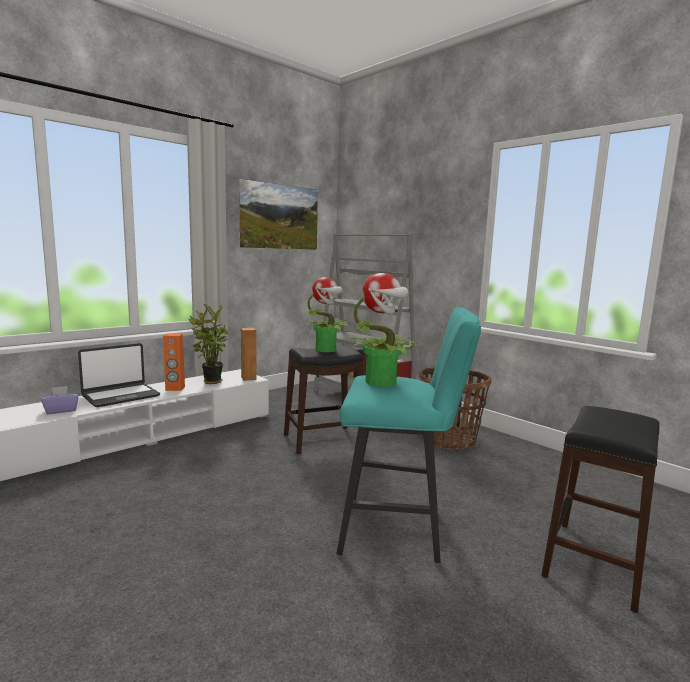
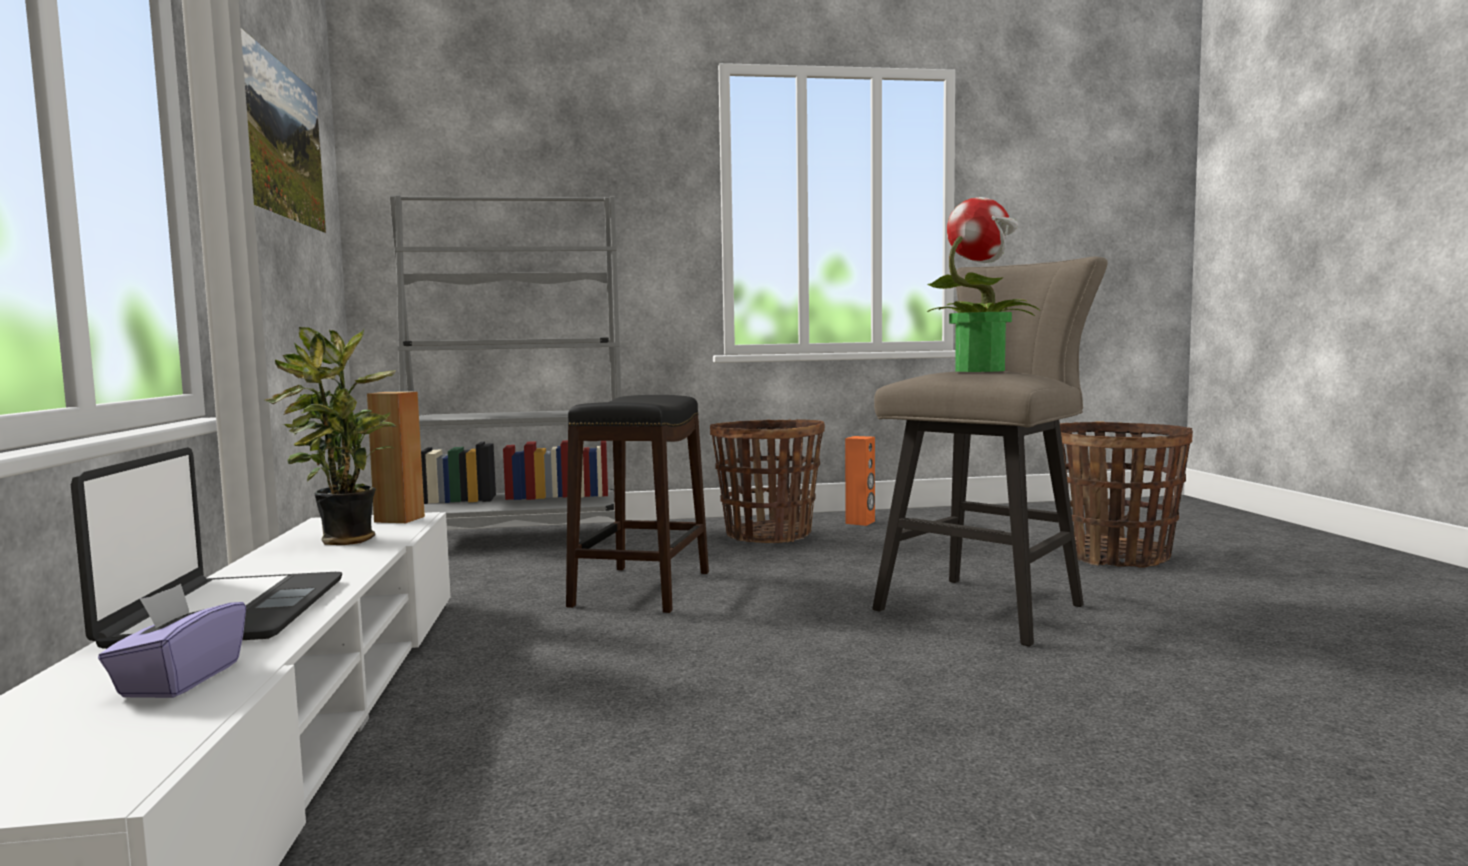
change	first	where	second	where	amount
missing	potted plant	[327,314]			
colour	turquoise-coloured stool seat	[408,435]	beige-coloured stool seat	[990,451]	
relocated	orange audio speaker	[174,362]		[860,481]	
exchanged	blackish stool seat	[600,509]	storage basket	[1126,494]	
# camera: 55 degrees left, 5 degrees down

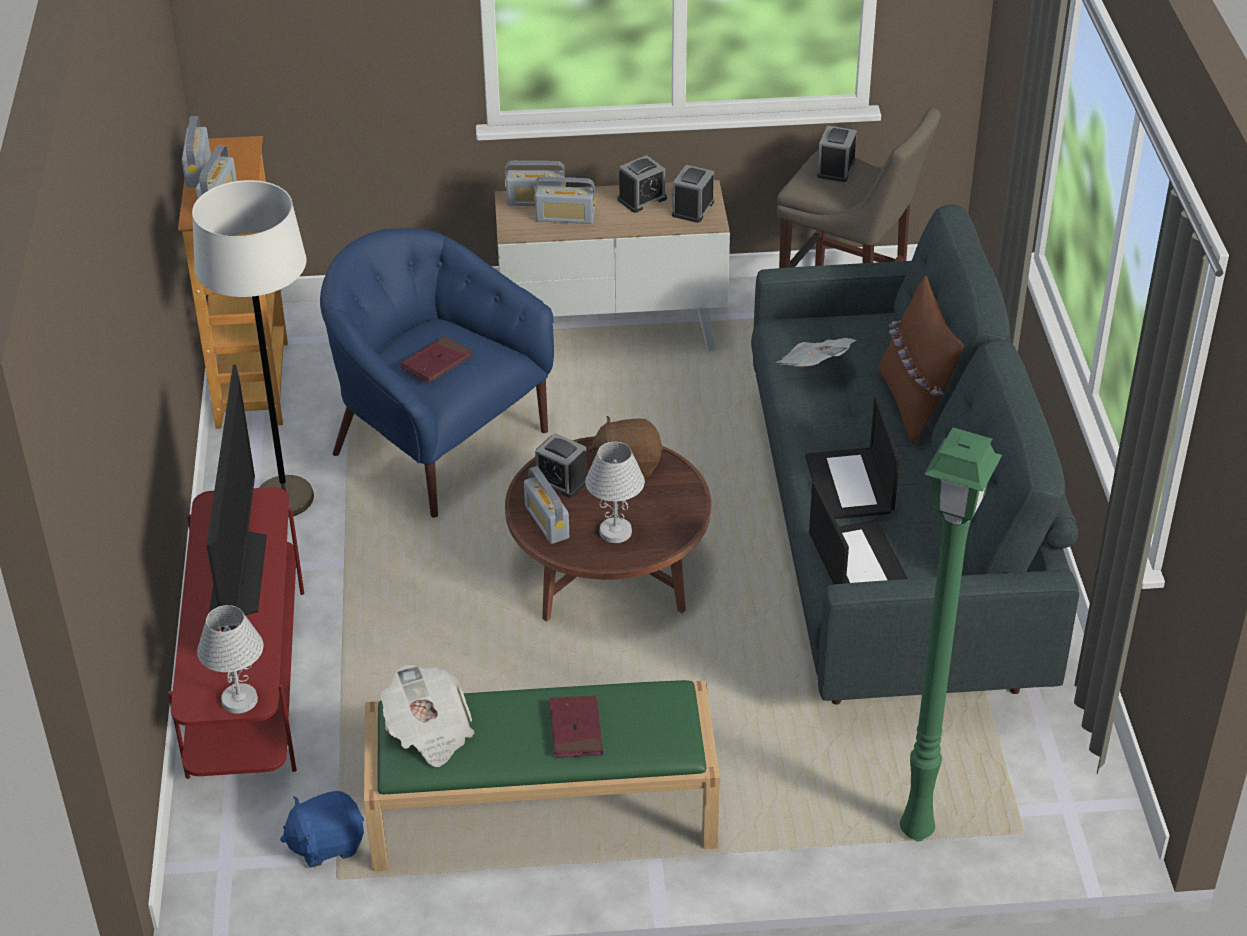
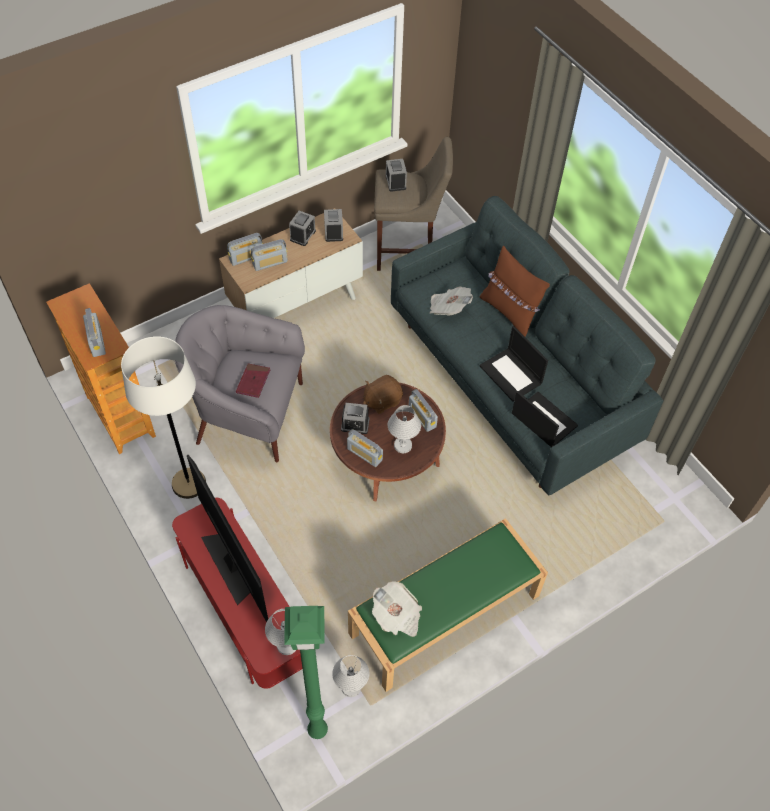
change	first	where	second	where	amount
relocated	radio	[196,151]		[423,410]	
colour	blue-coloured lounge chair	[437,373]	greyish lounge chair	[240,383]	
relocated	green-coloured floor lamp	[951,634]		[306,672]	
missing	reddish volume	[576,726]			
exchanged	blue-coloured cuddly toy	[322,829]	whitish tabletop lamp	[350,676]	
# camera: 30 degrees left, 15 degrees up

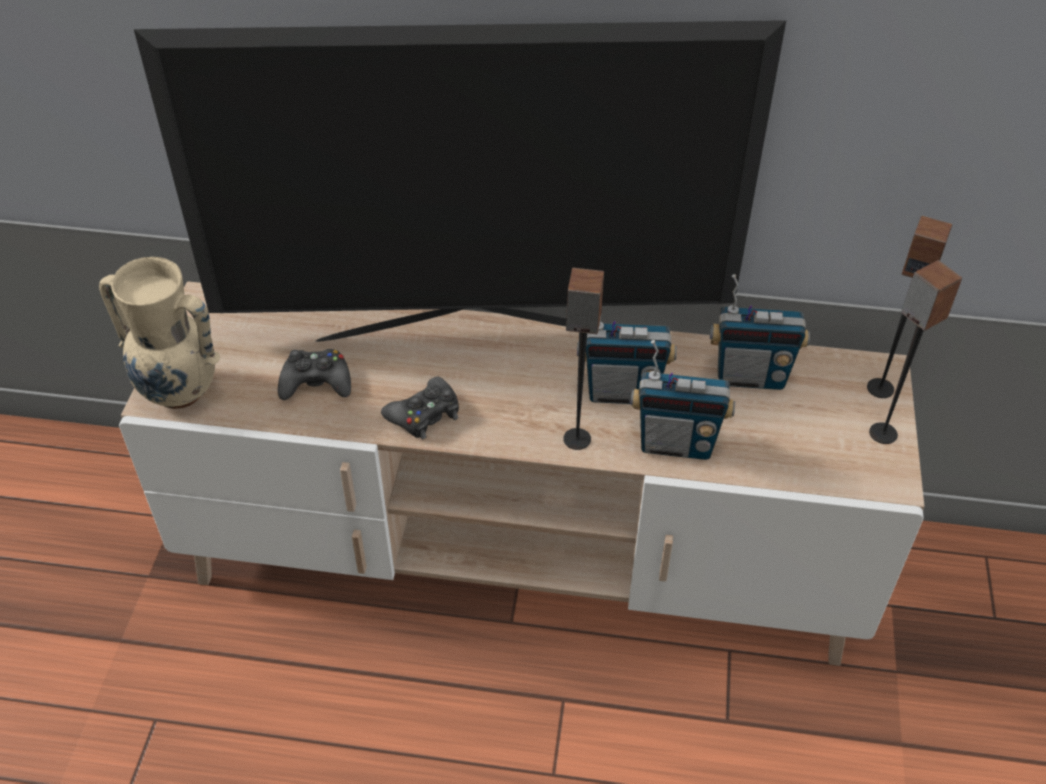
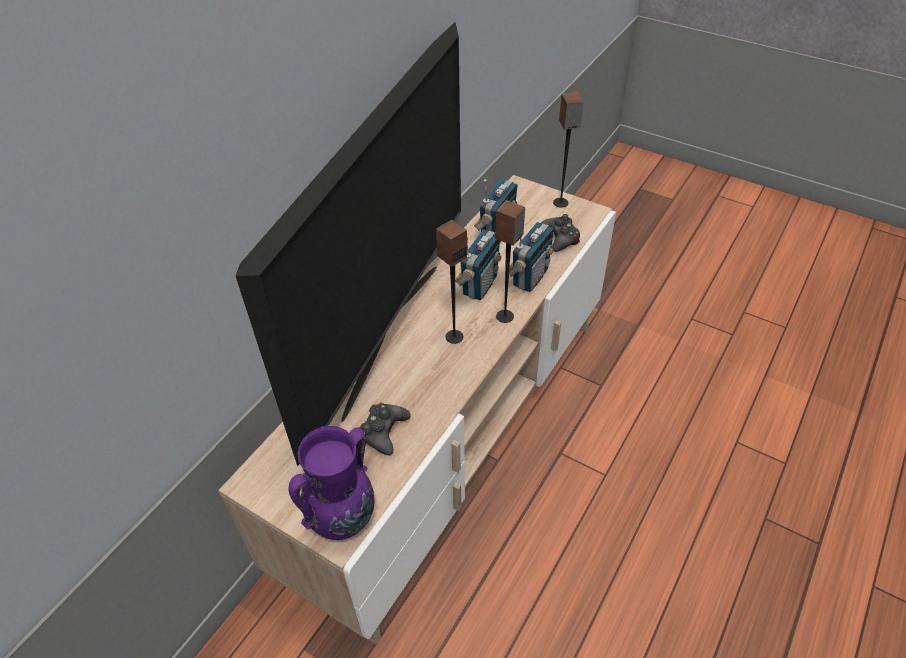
change	first	where	second	where	amount
relocated	audio speaker	[909,306]		[451,282]	
colour	beige-coloured flower vase	[159,333]	purple flower vase	[331,483]	
relocated	blackish game controller	[420,408]		[560,233]	
# camera: 65 degrees left, 0 degrees up

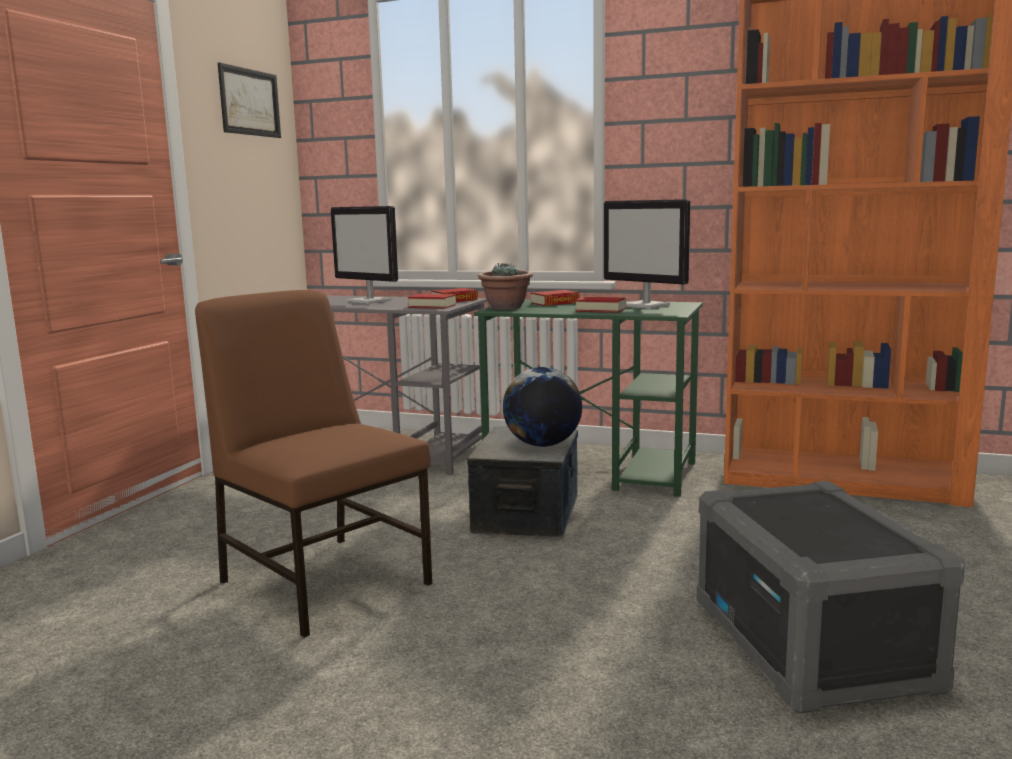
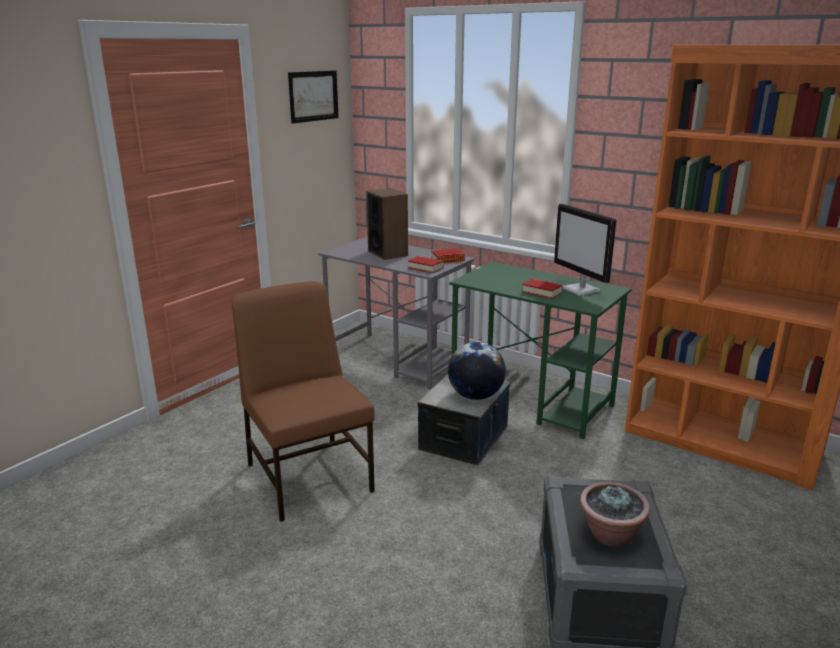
change	first	where	second	where	amount
exchanged	computer screen	[364,255]	audio speaker	[387,224]	
relocated	potted plant	[505,286]		[615,514]	
missing	volume	[555,298]			
# camera: 15 degrees right, 10 degrees up

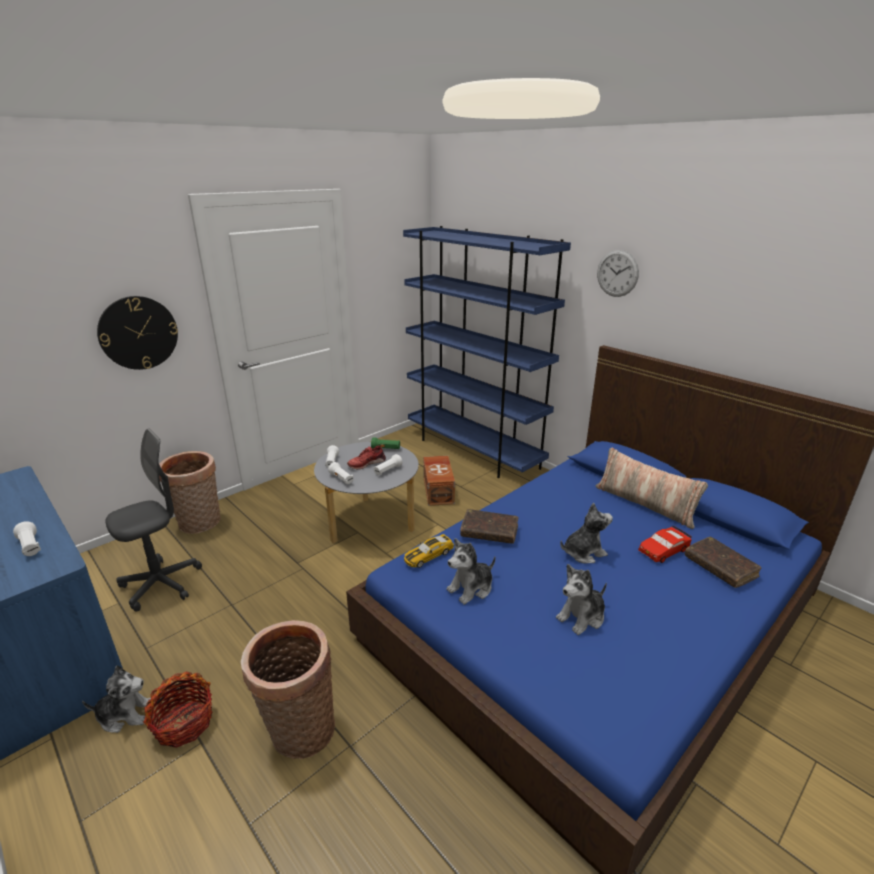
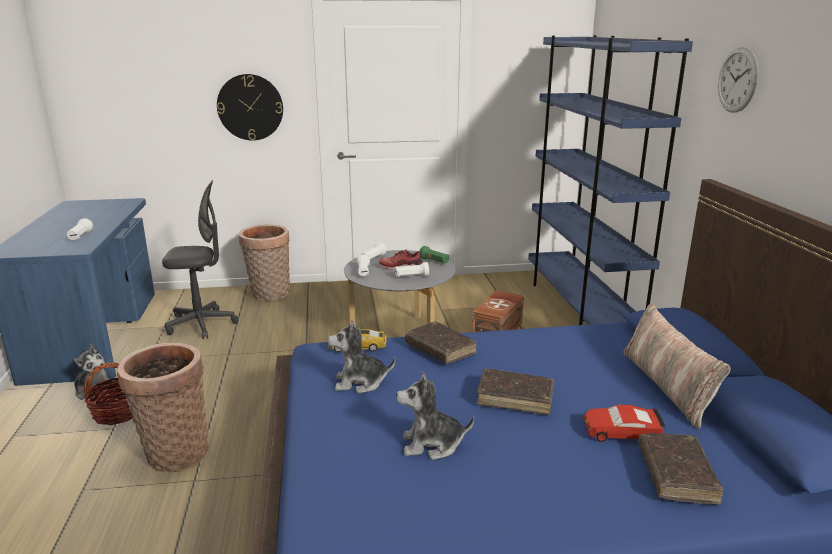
change	first	where	second	where	amount
exchanged	cuddly toy	[586,533]	brown-coloured volume	[515,392]	
# camera: 35 degrees right, 5 degrees down

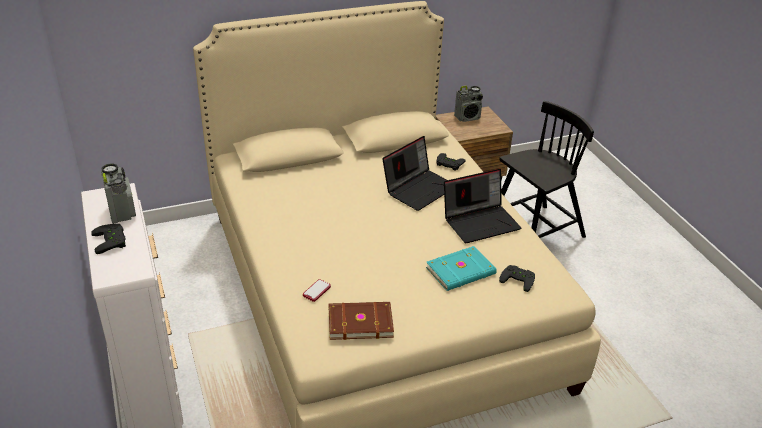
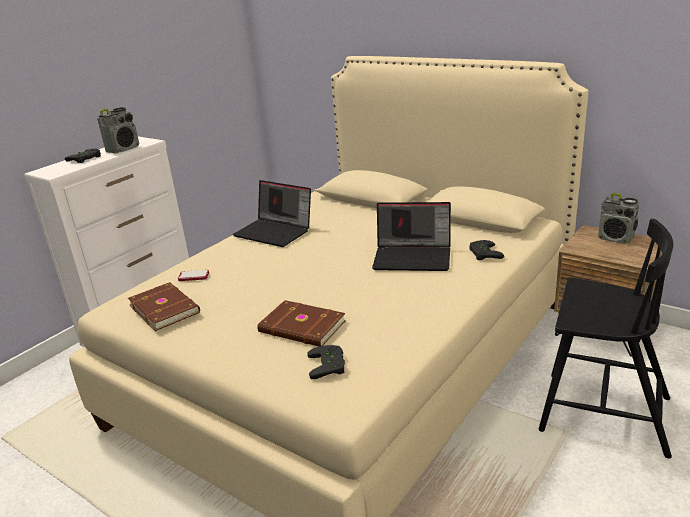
change	first	where	second	where	amount
relocated	notebook computer	[482,206]		[272,213]	
colour	turquoise-coloured volume	[461,268]	brown-coloured volume	[301,323]	
# camera: 60 degrees right, 10 degrees down

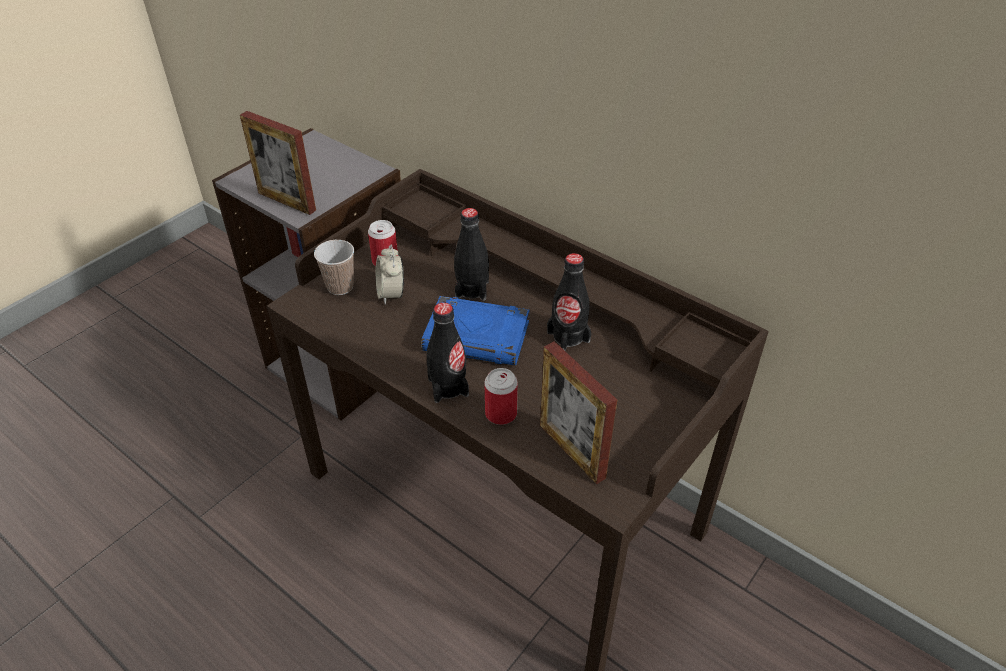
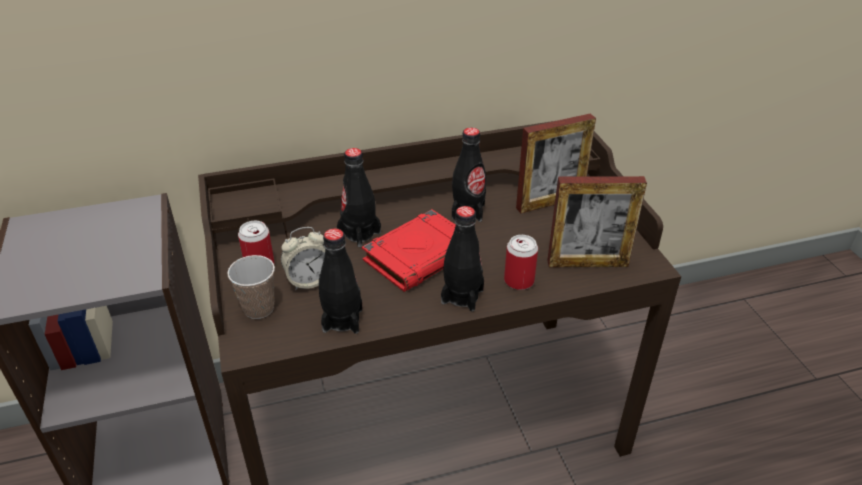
change	first	where	second	where	amount
relocated	photo frame	[278,163]		[556,163]	
spun	table clock	[390,275]		[303,259]	45 degrees counterclockwise
colour	blue-coloured volume	[475,331]	reddish volume	[409,250]	
appeared			blackish bottle	[341,281]	
# camera: 55 degrees left, 5 degrees down

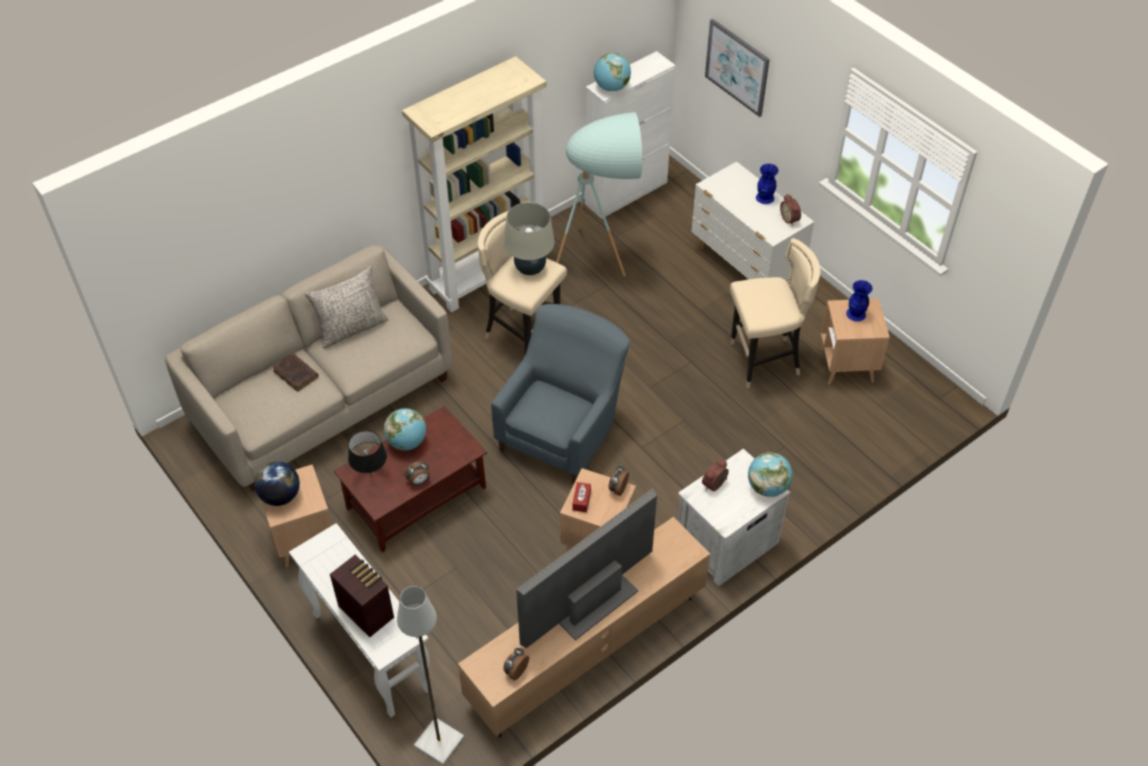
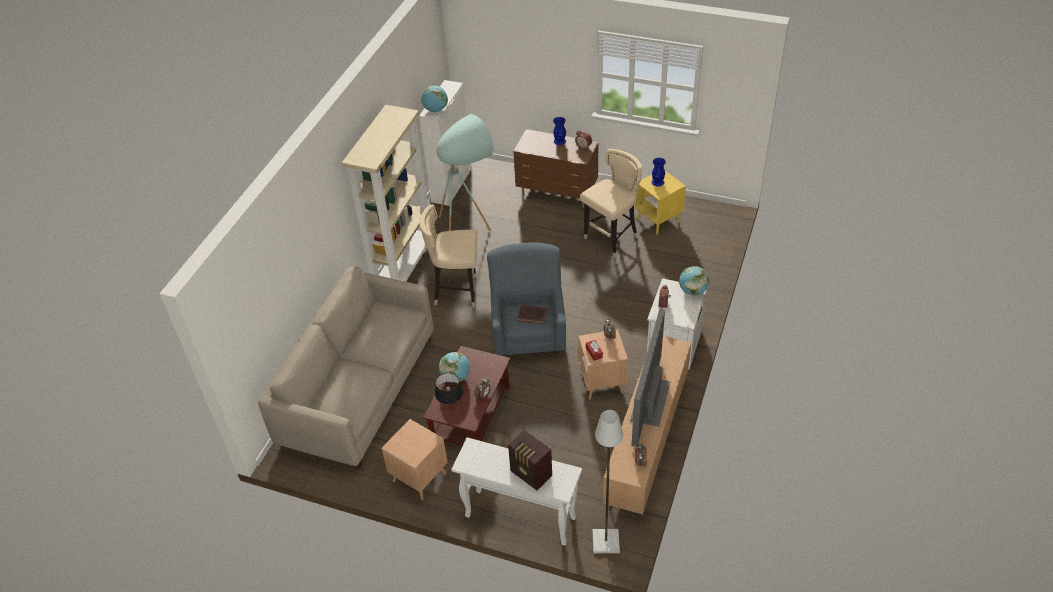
change	first	where	second	where	amount
missing	wall art	[737,68]			
colour	whitish drawer chest	[752,221]	brown-coloured drawer chest	[556,168]	
missing	beige-coloured tabletop lamp	[529,238]			
missing	greyish pillow	[347,307]			
colour	brown-coloured end table	[855,341]	yellow-coloured end table	[660,202]	
relocated	brown-coloured volume	[295,372]		[533,314]	
missing	desk globe	[277,484]			
spun	radio	[362,596]		[530,460]	150 degrees counterclockwise
# camera: 30 degrees left, 5 degrees down

